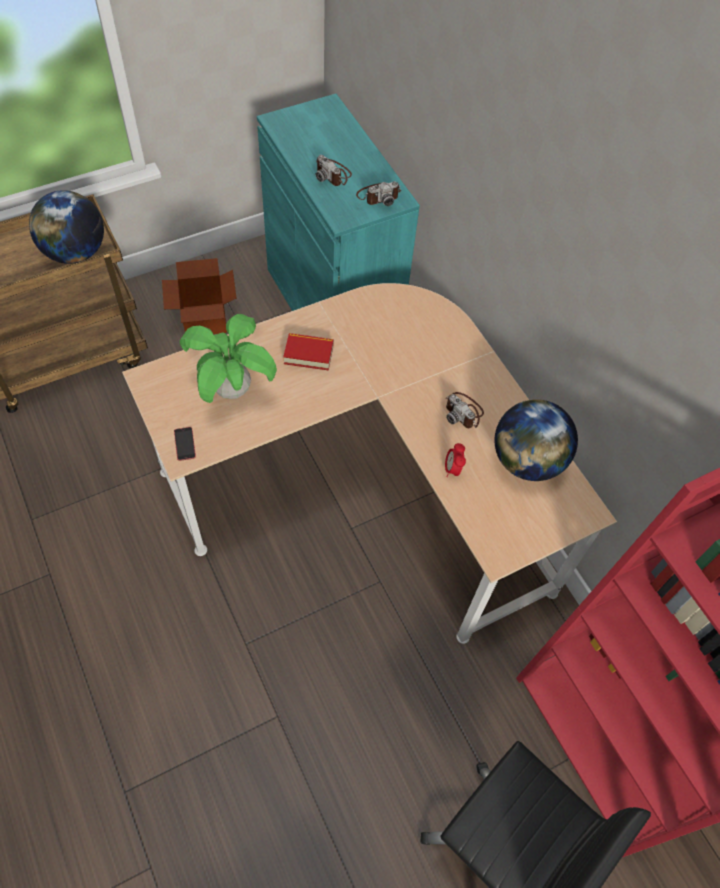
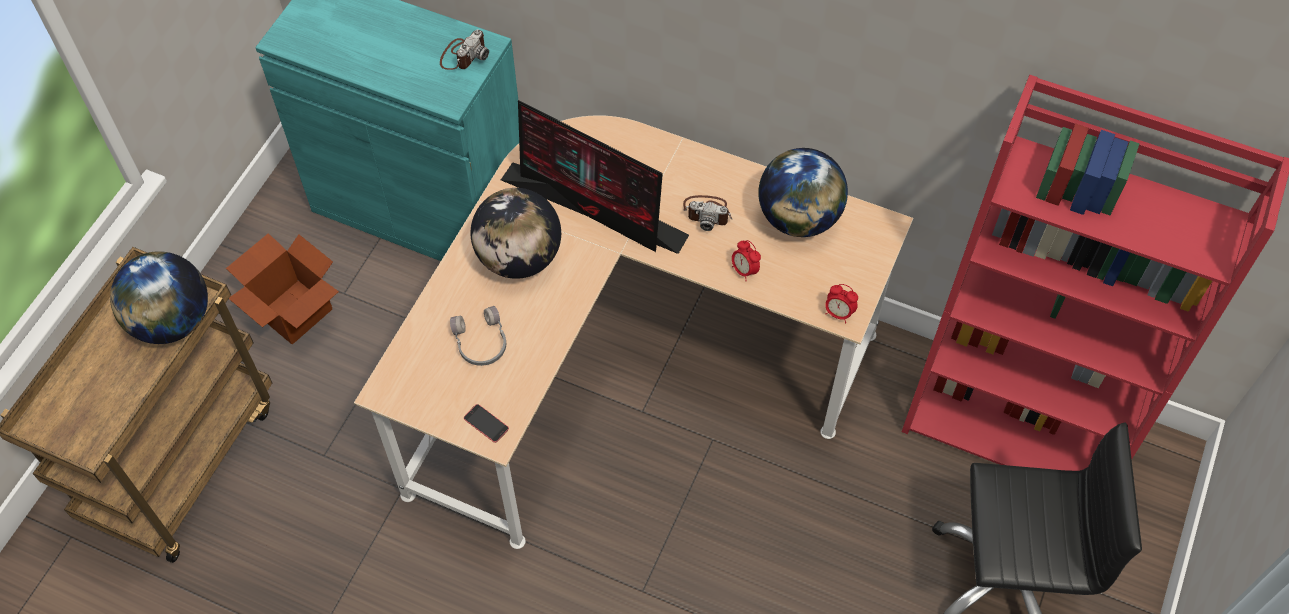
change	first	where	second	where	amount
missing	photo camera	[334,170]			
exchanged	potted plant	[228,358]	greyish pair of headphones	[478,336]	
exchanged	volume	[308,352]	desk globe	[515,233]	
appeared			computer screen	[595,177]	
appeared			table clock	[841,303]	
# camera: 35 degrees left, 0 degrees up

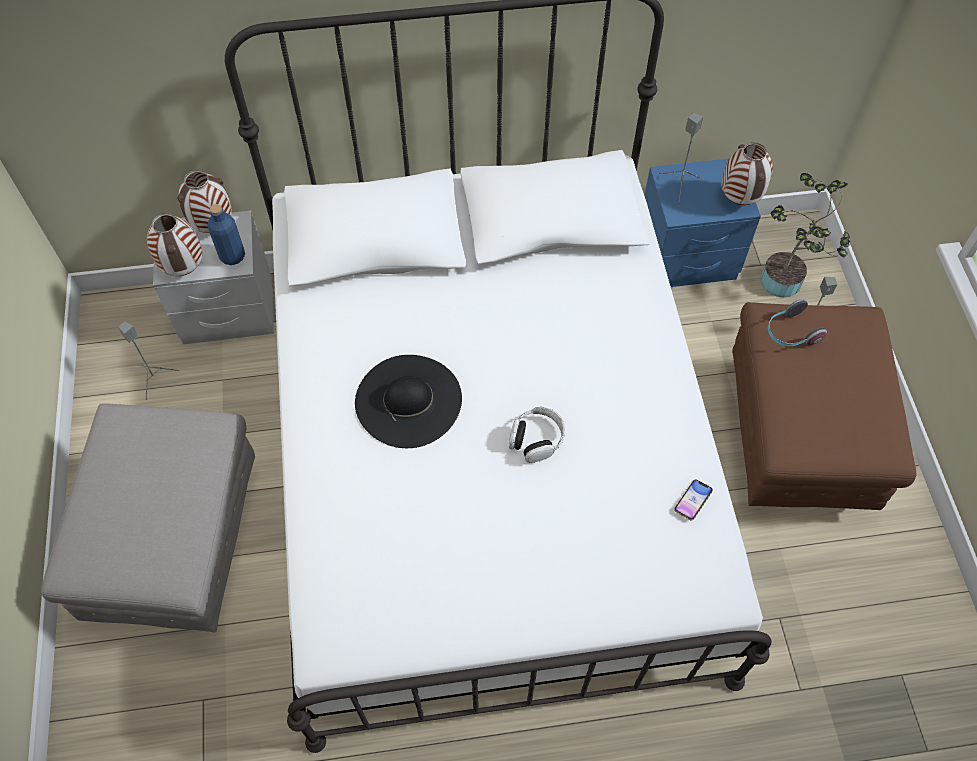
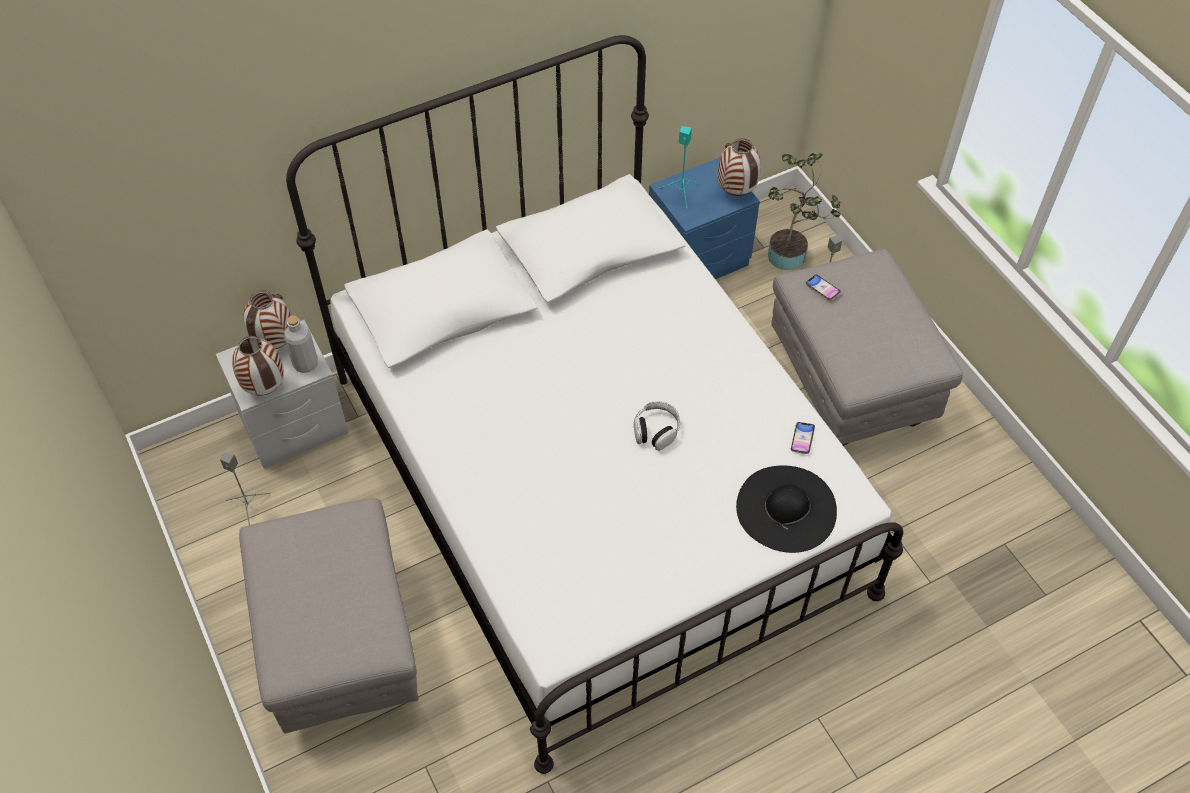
change	first	where	second	where	amount
colour	greyish audio speaker	[681,159]	turquoise-coloured audio speaker	[679,168]	
colour	blue-coloured bottle	[226,234]	greyish bottle	[301,344]	
exchanged	pair of headphones	[797,323]	handset	[823,287]	
colour	brown-coloured ottoman	[824,406]	greyish ottoman	[867,347]	
relocated	blackish clothing hat	[408,401]		[786,509]	
# camera: 20 degrees left, 5 degrees down

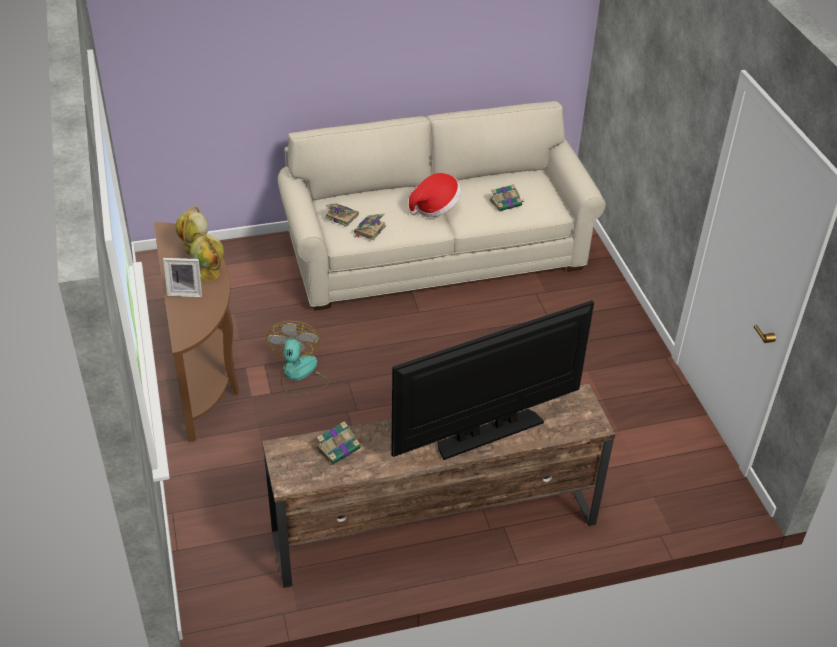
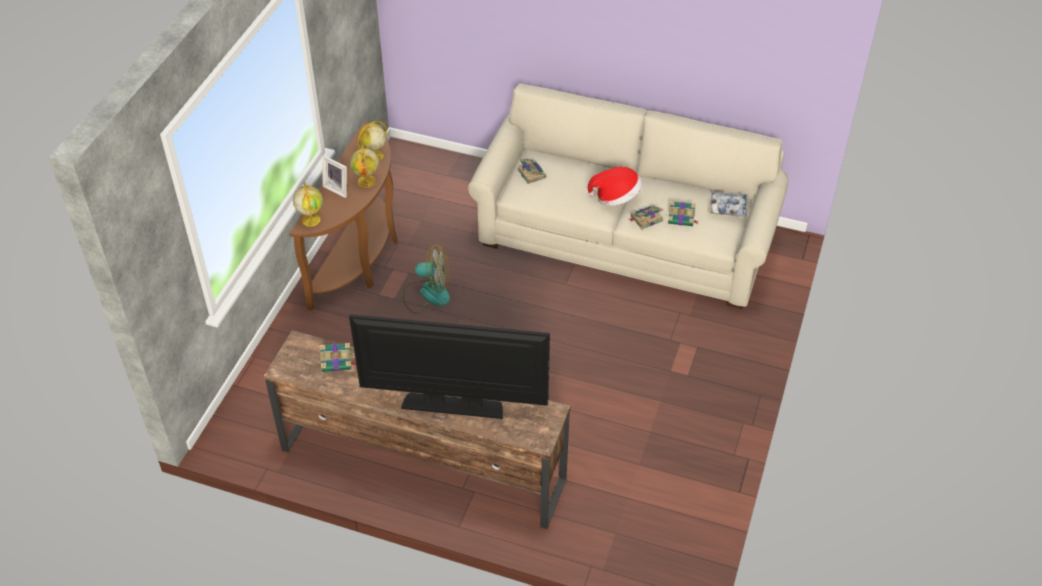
change	first	where	second	where	amount
relocated	volume	[370,227]		[646,217]	
spun	fan	[297,358]		[426,279]	60 degrees clockwise
appeared			desk globe	[308,204]	
appeared			tray	[728,204]	
# camera: 35 degrees right, 5 degrees up

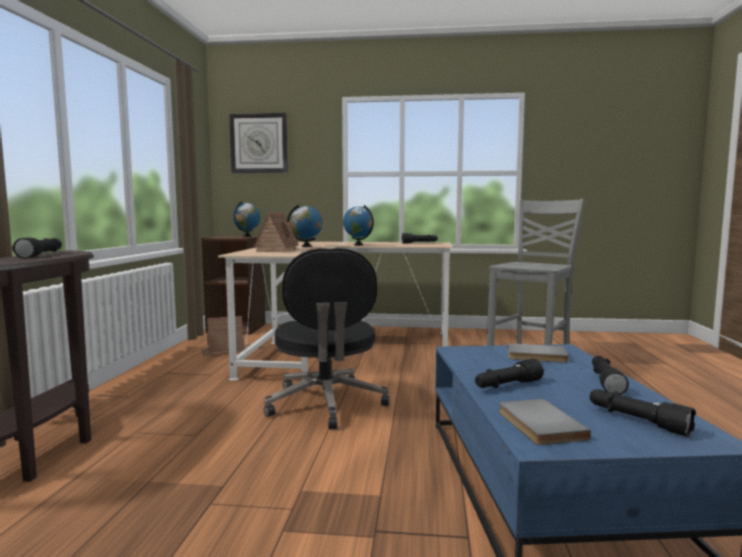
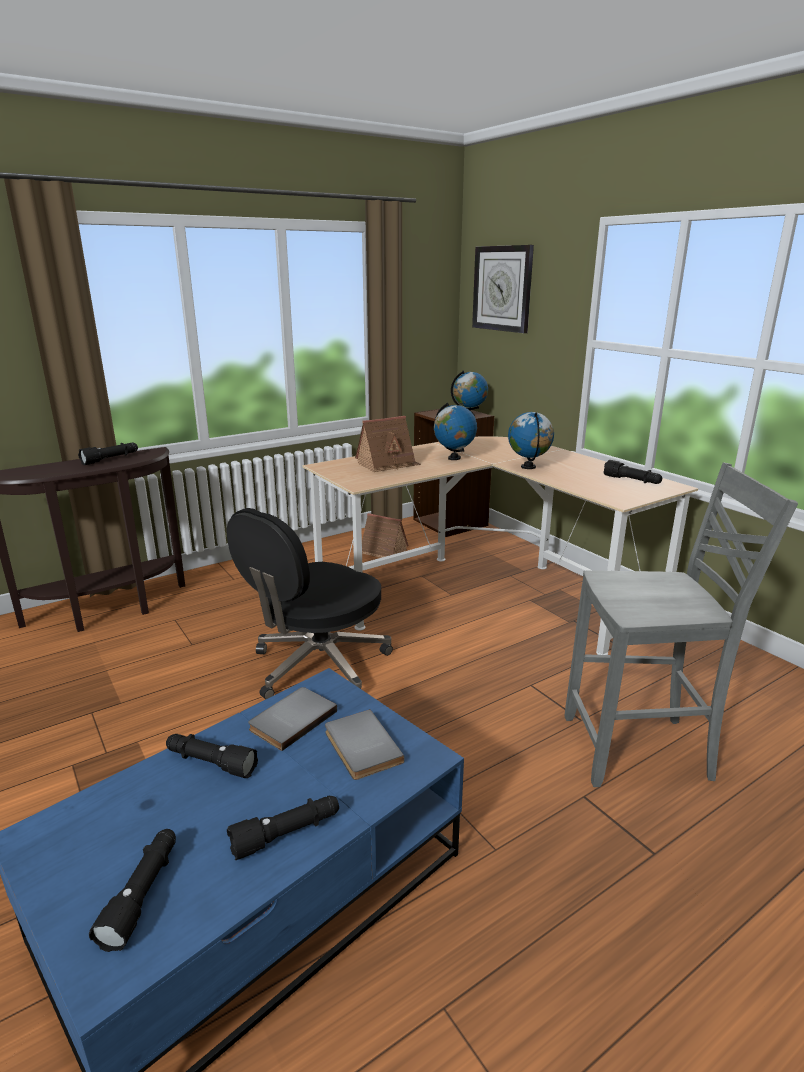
change	first	where	second	where	amount
relocated	greyish volume	[545,422]		[292,719]	
# camera: 50 degrees right, 15 degrees up

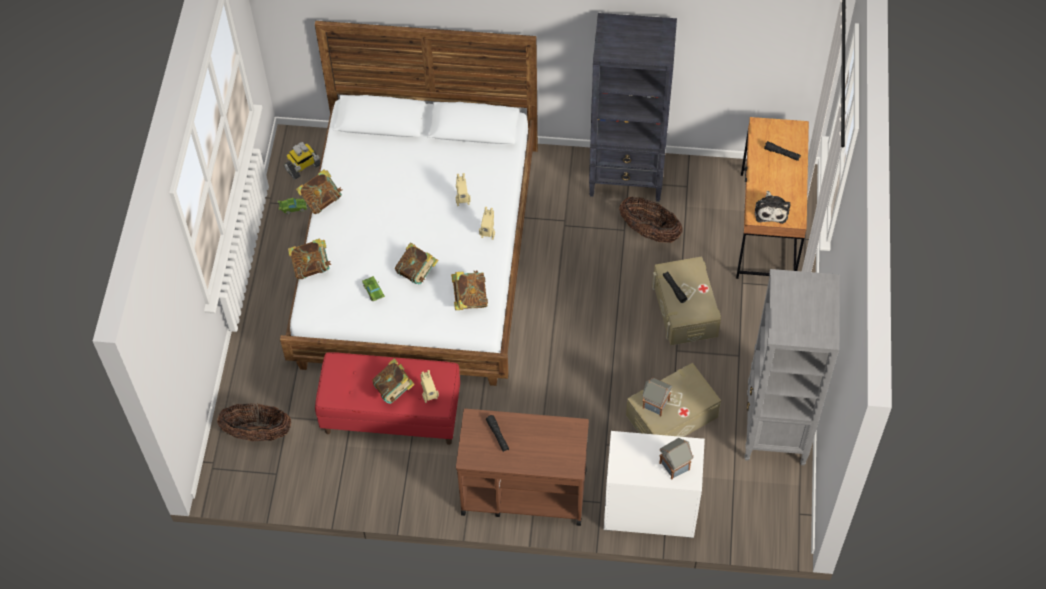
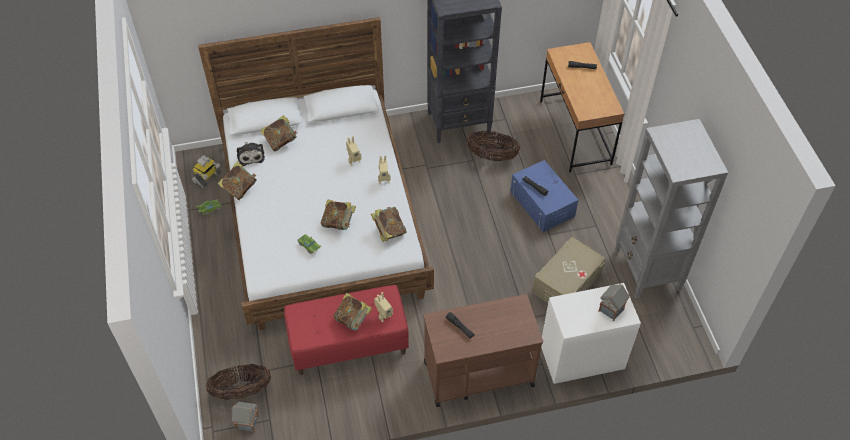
change	first	where	second	where	amount
relocated	cuddly toy	[772,207]		[251,154]	
relocated	volume	[310,259]		[278,133]	
colour	beige-coloured storage box	[686,301]	blue-coloured storage box	[544,196]	
relocated	toy house	[657,397]		[245,417]	
# camera: 20 degrees left, 5 degrees down

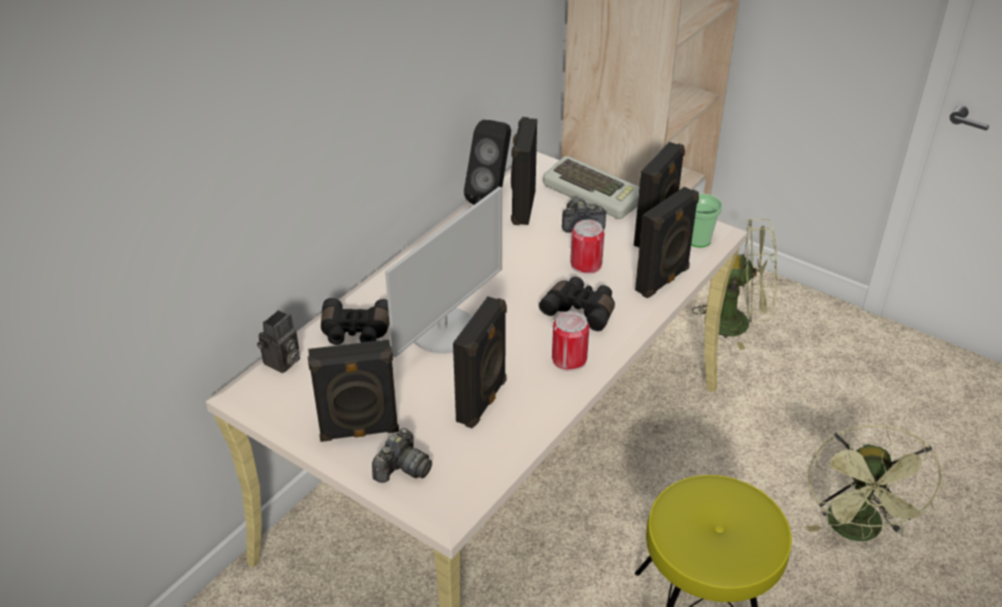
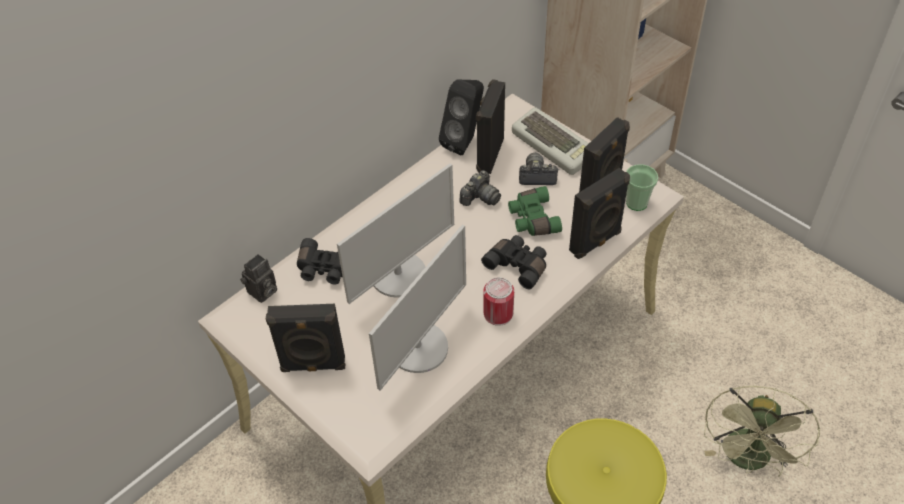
change	first	where	second	where	amount
missing	green-coloured fan	[734,284]			
exchanged	can	[587,246]	green-coloured field glasses	[535,211]	
exchanged	blackish audio speaker	[480,362]	computer screen	[417,308]	
relocated	photo camera	[402,455]		[480,188]	
# camera: 10 degrees right, 10 degrees up

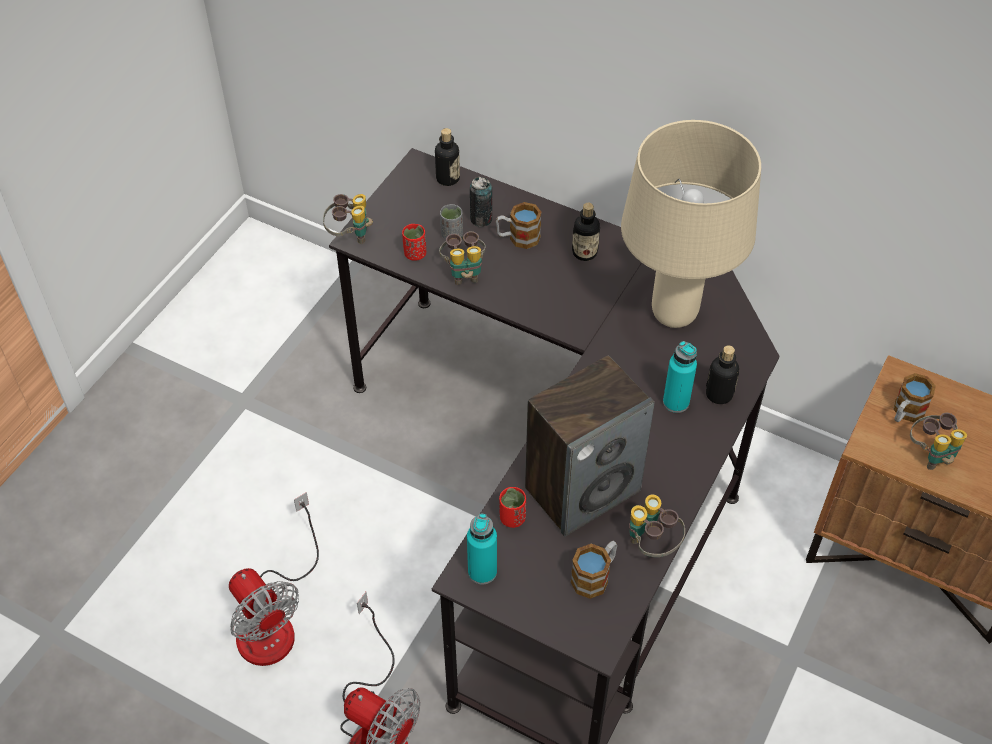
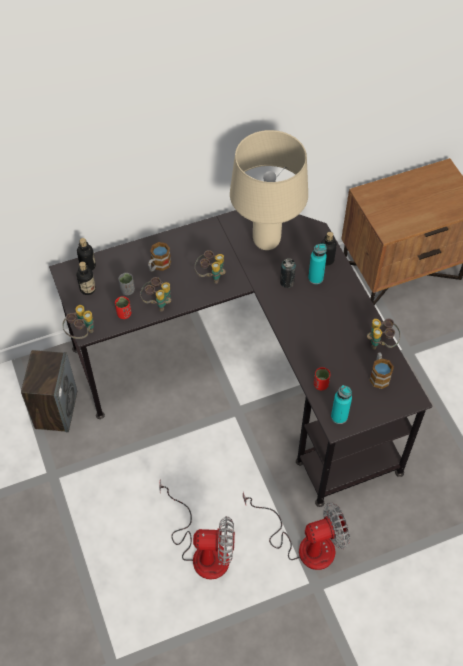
change	first	where	second	where	amount
relocated	can	[481,201]		[288,273]	
relocated	bottle	[586,232]		[86,278]	
relocated	audio speaker	[589,446]		[49,391]	
missing	mug	[914,397]			
relocated	field glasses	[938,441]		[210,267]	
# camera: 50 degrees left, 5 degrees up

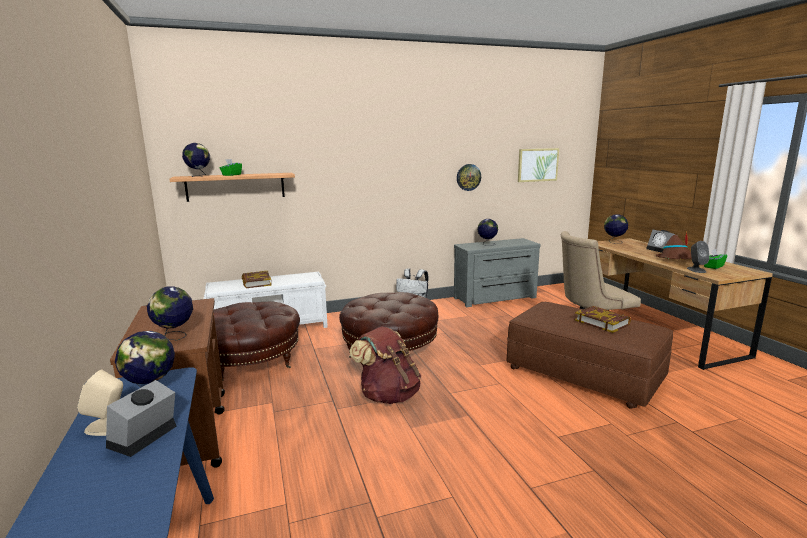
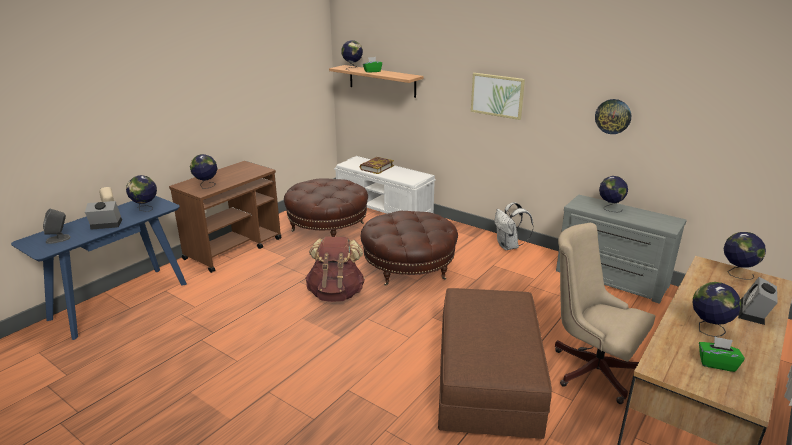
change	first	where	second	where	amount
relocated	wall art	[538,165]		[498,96]	
exchanged	brown-coloured clothing hat	[673,245]	desk globe	[717,309]	
relocated	greyish audio speaker	[698,257]		[57,226]	
missing	volume	[603,319]			
# camera: 55 degrees right, 10 degrees up

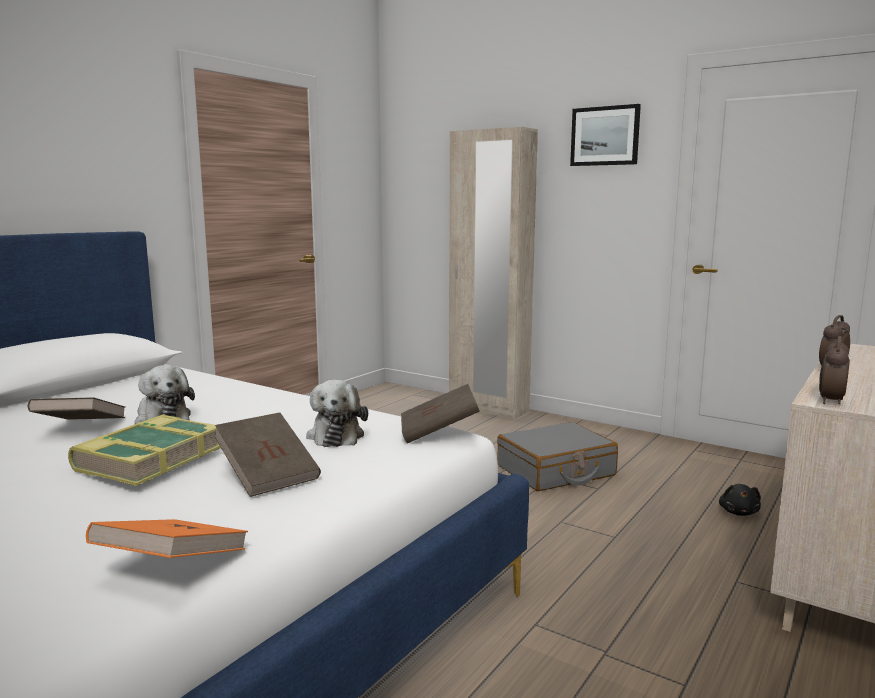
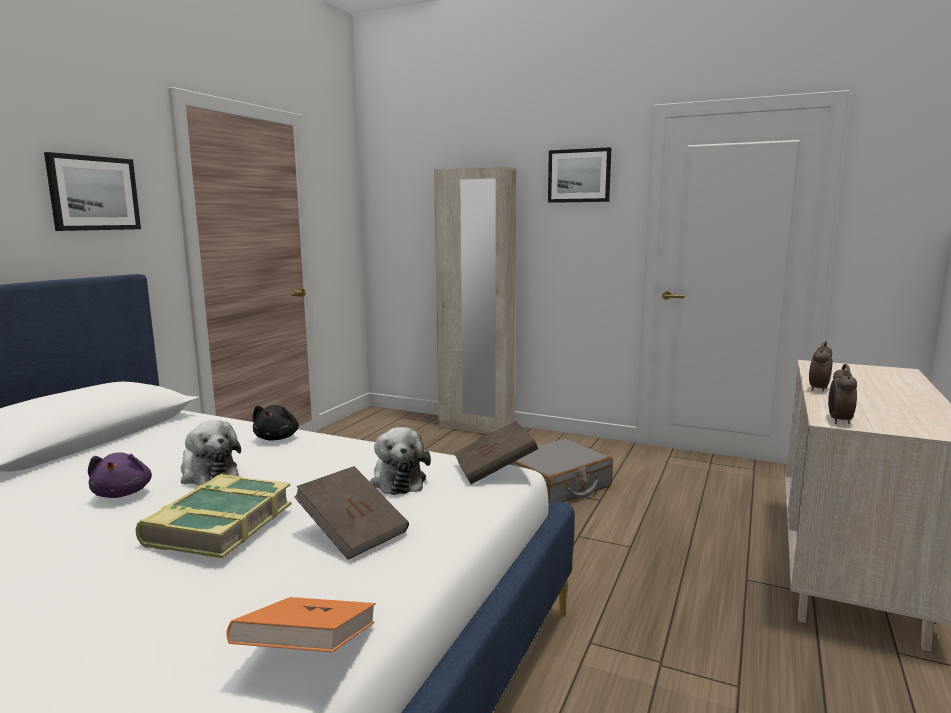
change	first	where	second	where	amount
exchanged	brown-coloured volume	[77,408]	purple cuddly toy	[120,475]	
relocated	blackish cuddly toy	[740,500]		[276,423]	
appeared			wall art	[92,191]	
# camera: 10 degrees left, 0 degrees up

